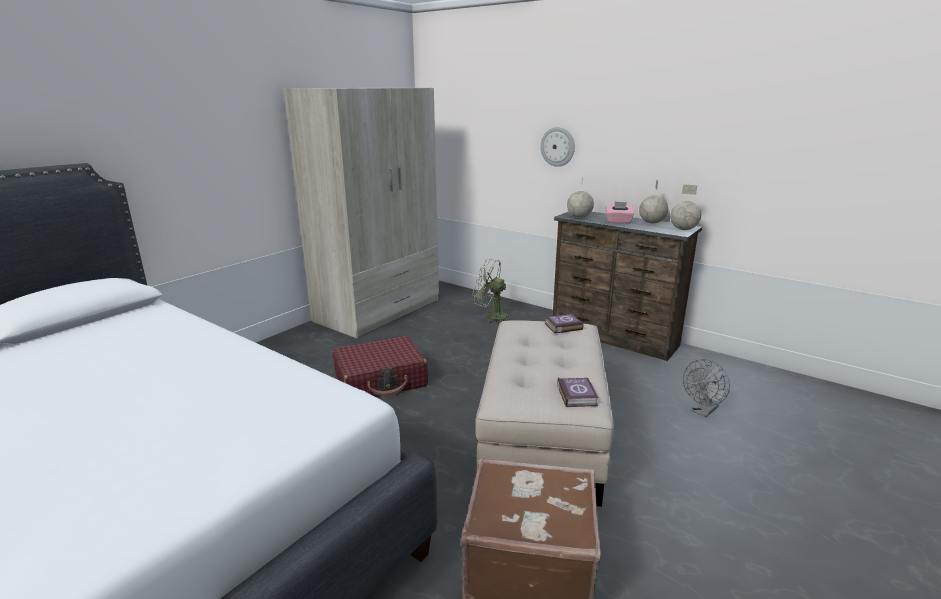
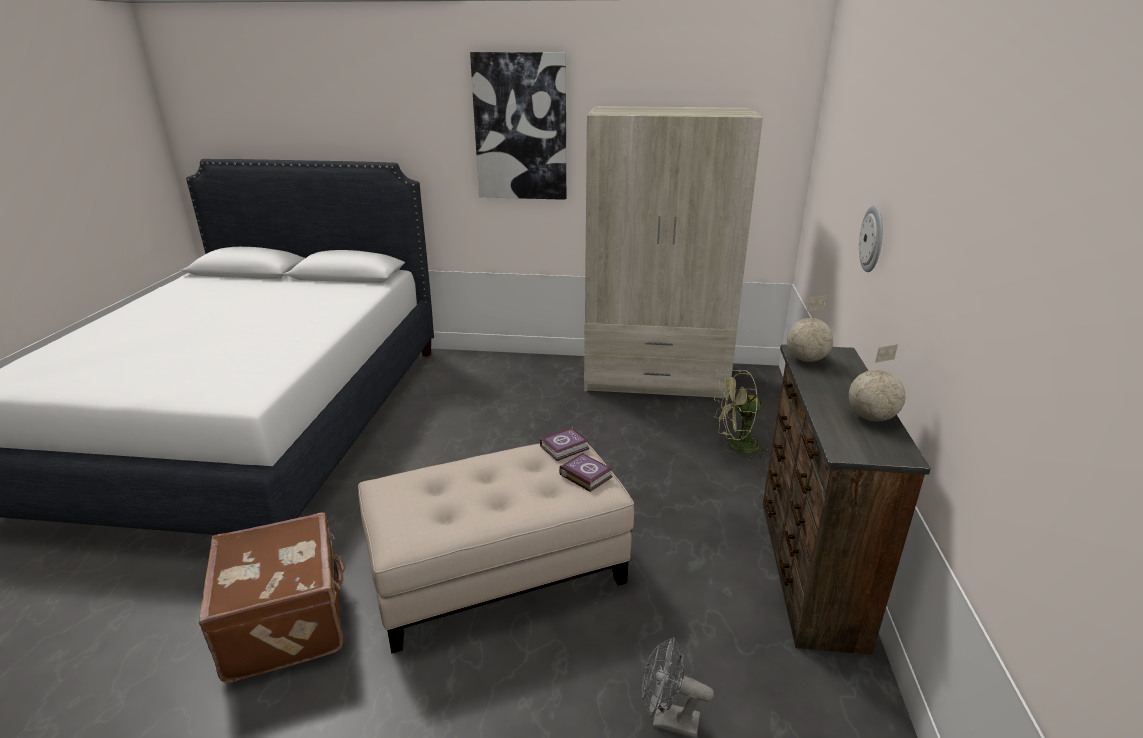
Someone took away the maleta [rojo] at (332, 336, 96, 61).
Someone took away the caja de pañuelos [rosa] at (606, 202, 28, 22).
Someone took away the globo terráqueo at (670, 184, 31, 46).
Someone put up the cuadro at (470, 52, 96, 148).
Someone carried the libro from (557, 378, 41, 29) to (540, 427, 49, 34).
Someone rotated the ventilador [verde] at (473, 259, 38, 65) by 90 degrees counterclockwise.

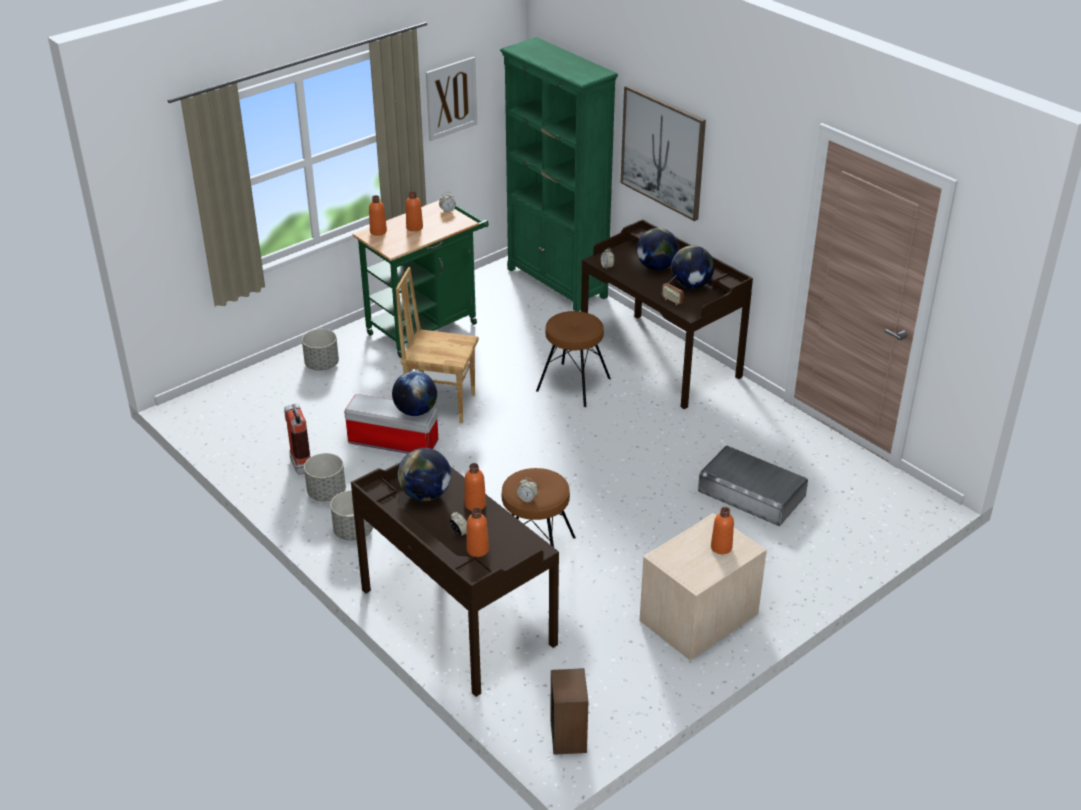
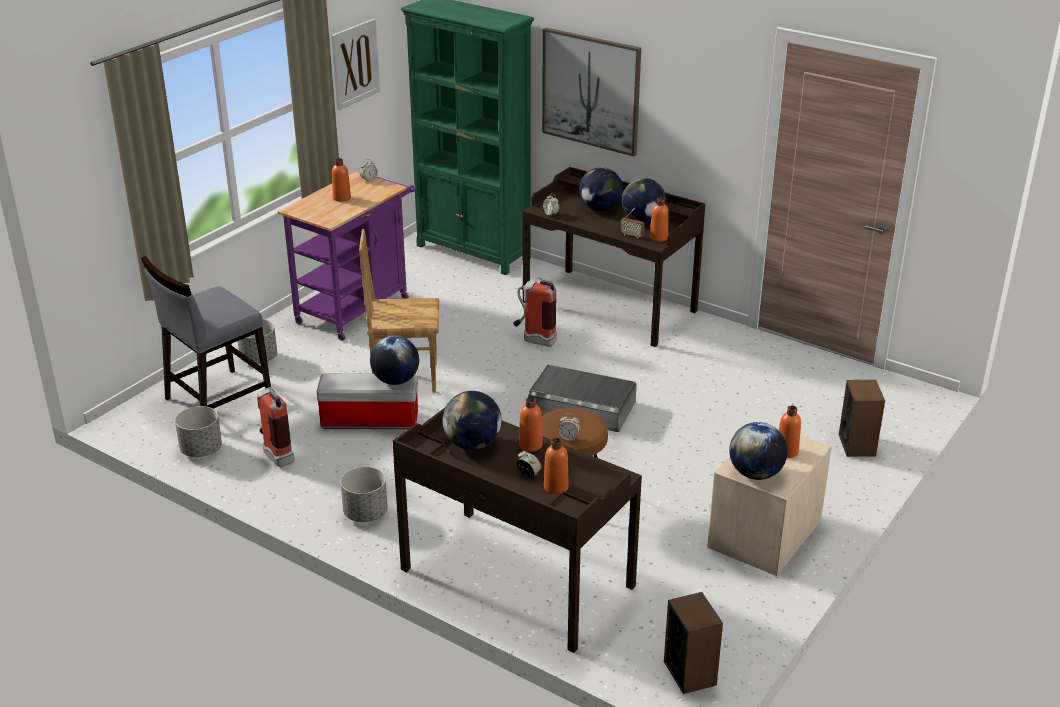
Someone put down the silla [gris] at (141, 256, 130, 153).
Someone put down the globo terráqueo at (729, 422, 59, 58).
Someone put down the altavoz at (839, 380, 46, 77).
Someone carried the maceta [gris] from (304, 453, 42, 48) to (175, 406, 47, 51).
Someone carried the botella [naranja] from (369, 195, 18, 41) to (650, 198, 19, 44).
Someone carried the caja de almacenaje [gris] from (698, 446, 110, 80) to (528, 365, 109, 67).
Someone swapped the taburete [marrón] at (536, 311, 75, 96) for the extintor at (513, 277, 44, 70).
Someone repainted the carrito [verde] at (353, 200, 135, 158), which became the carrito [morado] at (278, 172, 137, 169).

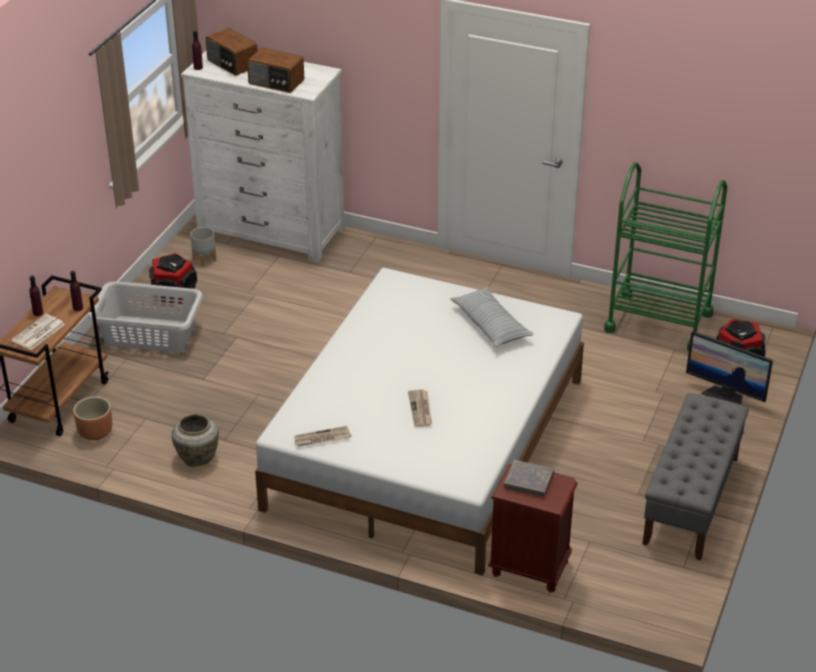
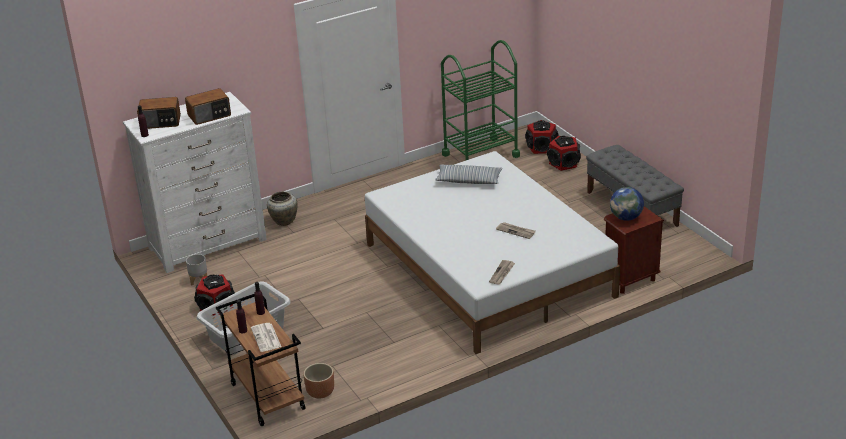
Someone carried the florero [beis] from (172, 414, 47, 53) to (267, 191, 30, 35).
Someone swapped the libro [gris] at (504, 460, 50, 37) for the globo terráqueo at (610, 187, 34, 34).
Someone swapped the monitor at (686, 332, 87, 73) for the altavoz at (547, 136, 34, 35).

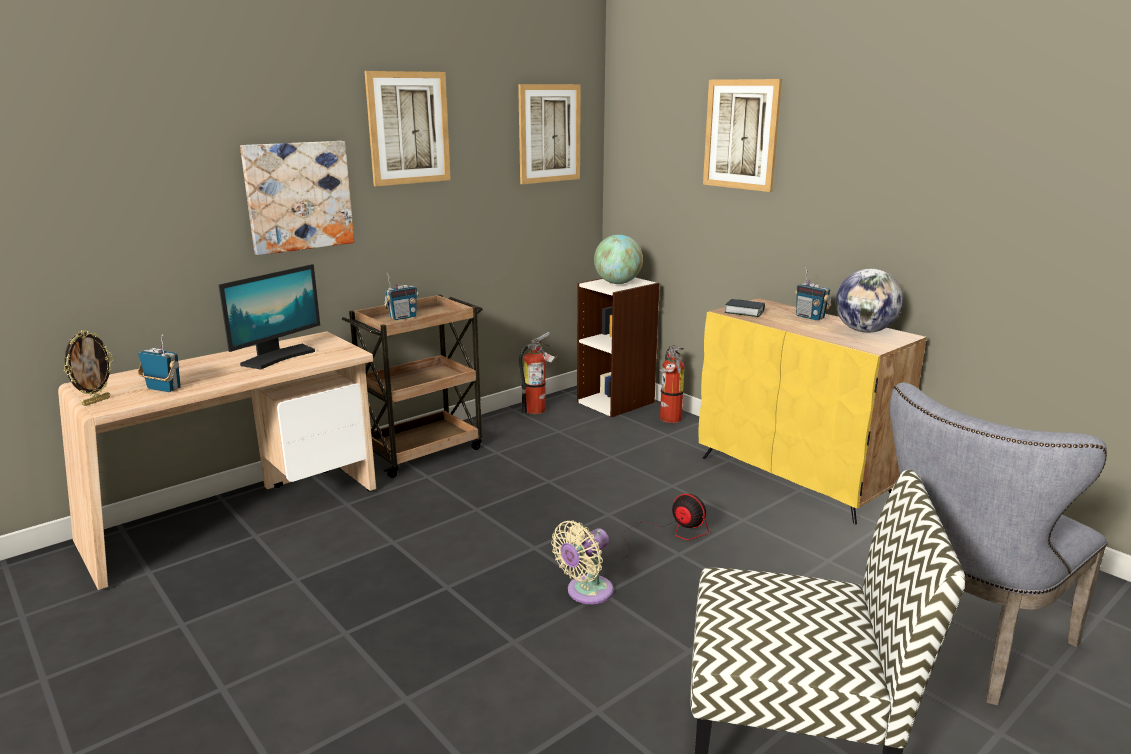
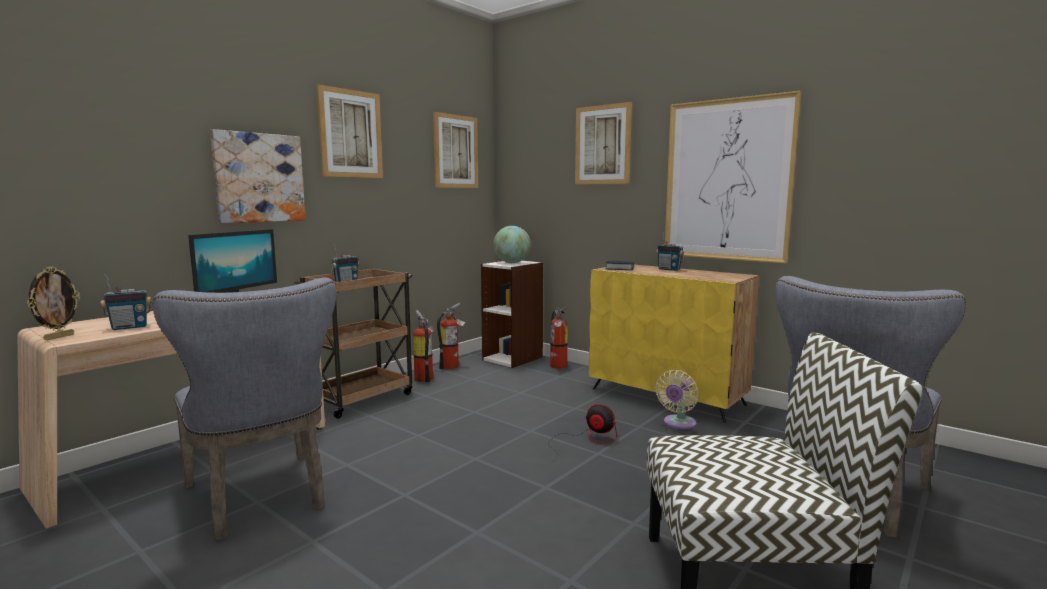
Someone took away the globo terráqueo at (835, 269, 69, 64).
Someone put down the silla [gris] at (152, 278, 184, 262).
Someone put down the extintor at (413, 310, 22, 72).
Someone put up the cuadro at (665, 91, 137, 173).
Someone carried the ventilador [beis] from (551, 520, 63, 84) to (655, 370, 44, 59).
Someone rotated the radio at (137, 334, 44, 58) by 135 degrees clockwise.

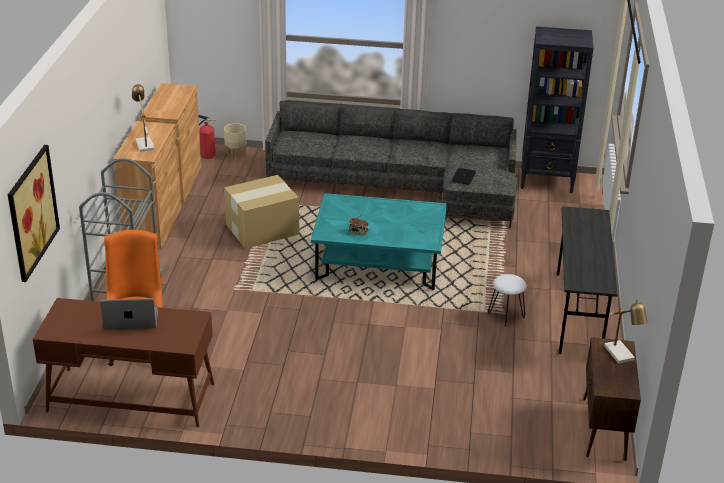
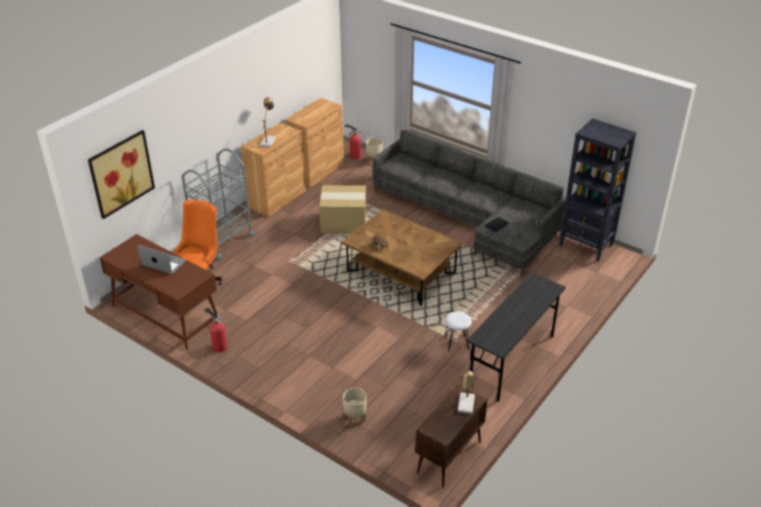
Someone put down the extintor at (204, 308, 24, 45).
Someone put down the maceta [beis] at (343, 388, 24, 39).
Someone repainted the mesa de centro [turquesa] at (310, 193, 137, 97), which became the mesa de centro [marrón] at (341, 209, 121, 97).

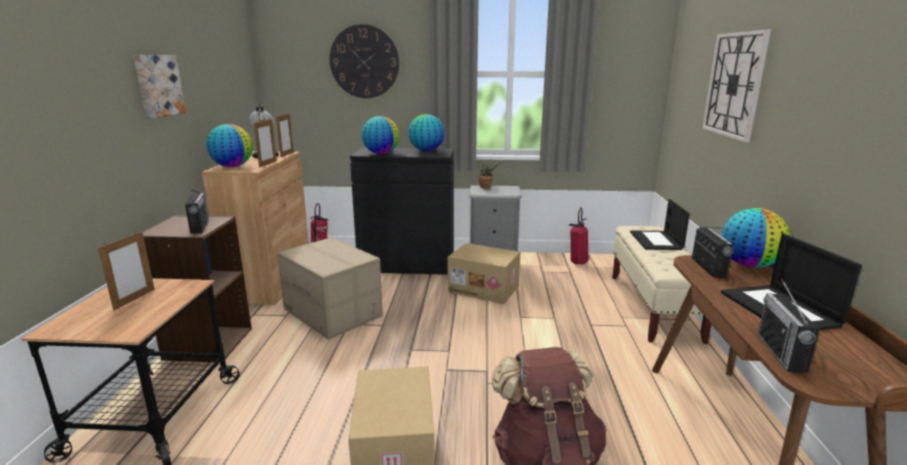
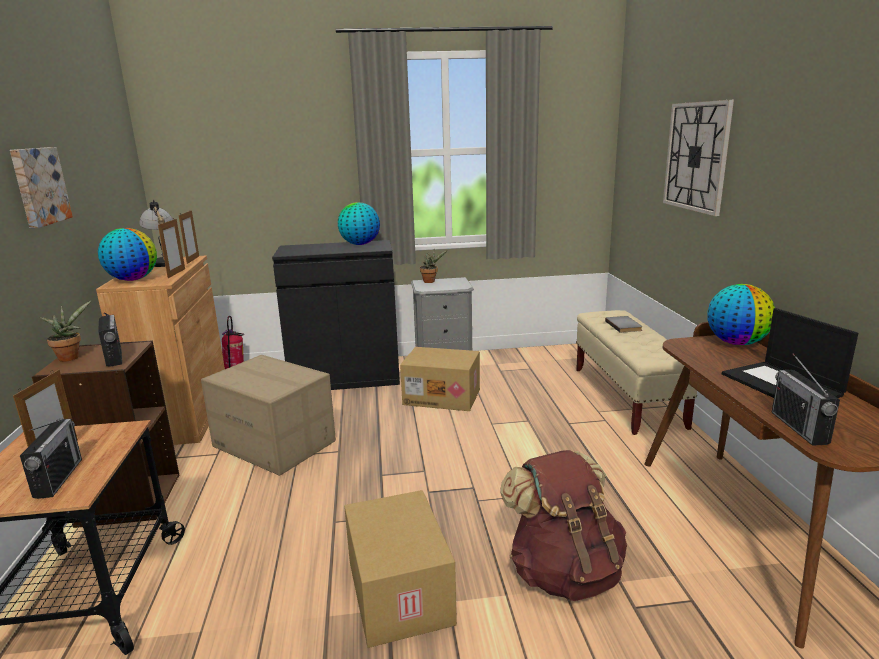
Someone took away the reloj de pared at (330, 24, 69, 74).
Someone took away the globo terráqueo at (362, 116, 37, 38).
Someone took away the extintor at (569, 208, 20, 57).
Someone put down the planta en maceta at (39, 301, 52, 61).
Someone carried the radio from (692, 226, 41, 52) to (20, 419, 62, 80).
Someone swapped the portátil at (630, 199, 60, 51) for the libro [gris] at (605, 316, 38, 17).

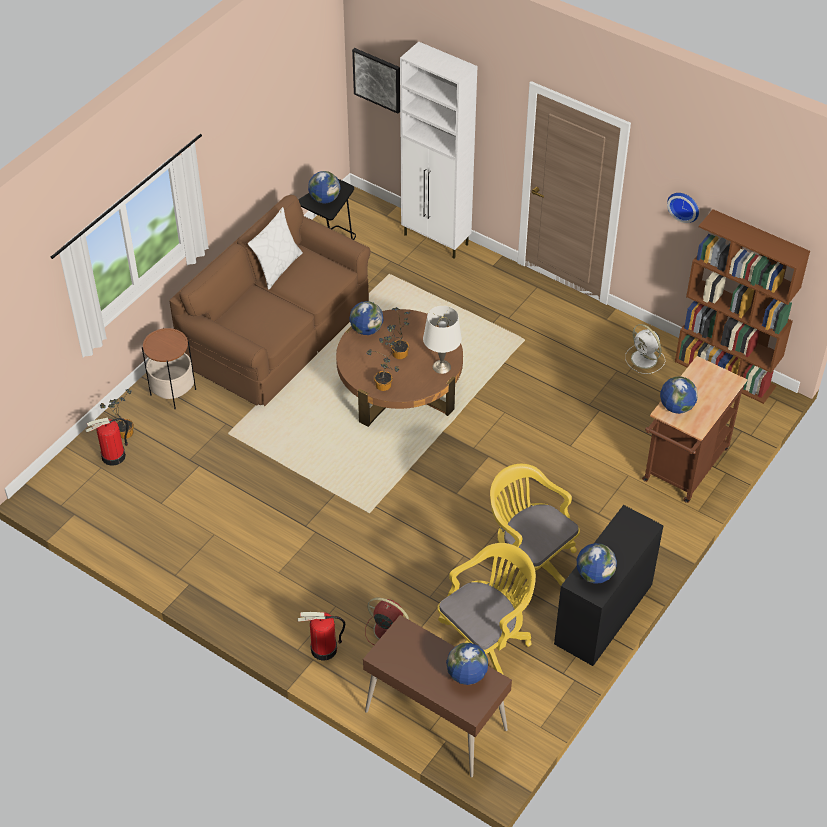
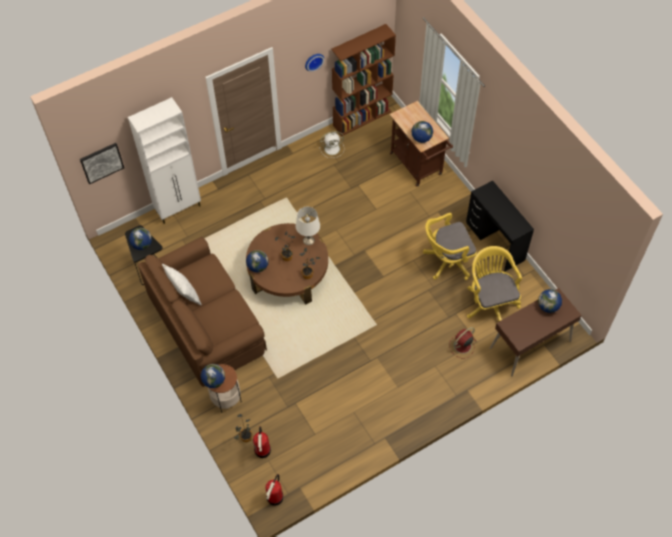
Someone carried the extintor from (298, 612, 47, 49) to (265, 474, 18, 32).
Someone carried the globo terráqueo from (577, 543, 40, 41) to (201, 364, 24, 24).

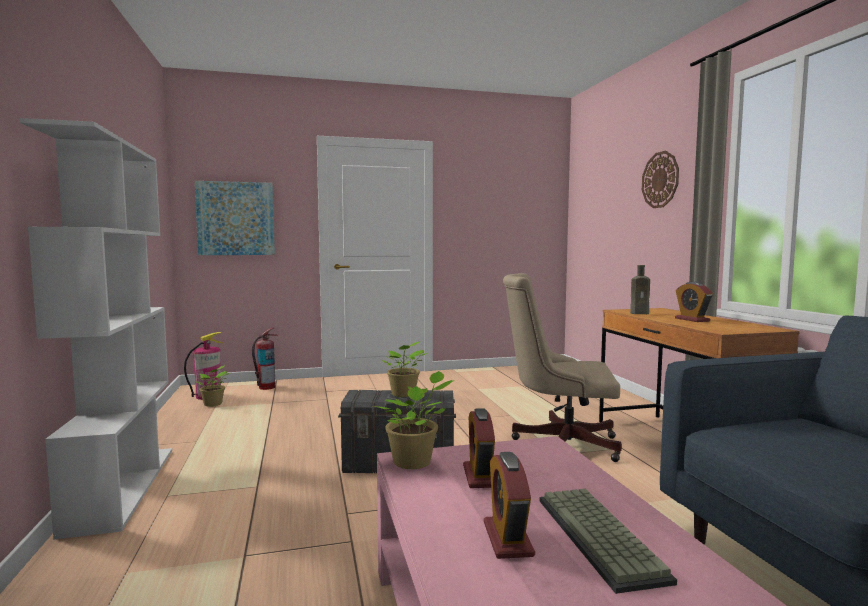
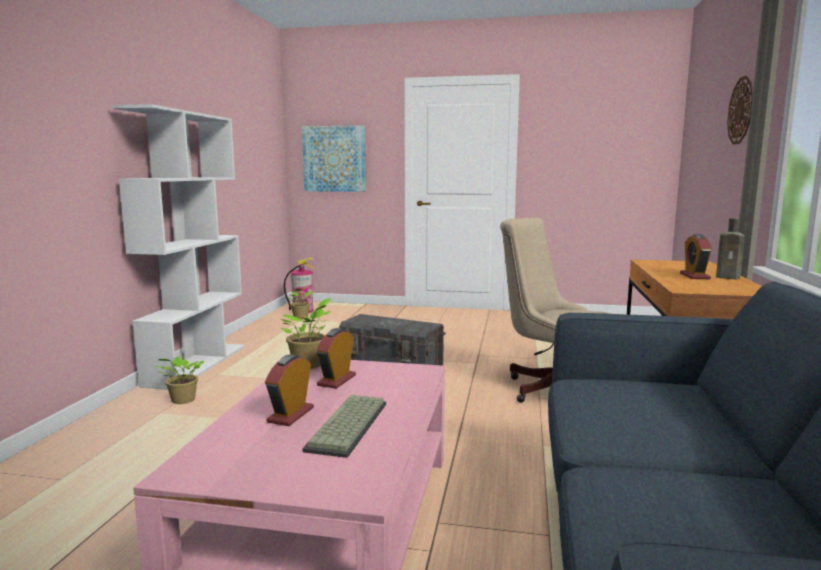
Someone took away the extintor at (252, 327, 26, 63).
Someone carried the planta en maceta from (382, 342, 45, 55) to (154, 355, 50, 49).
Someone carried the botella [marrón] from (630, 265, 20, 49) to (716, 218, 29, 61).

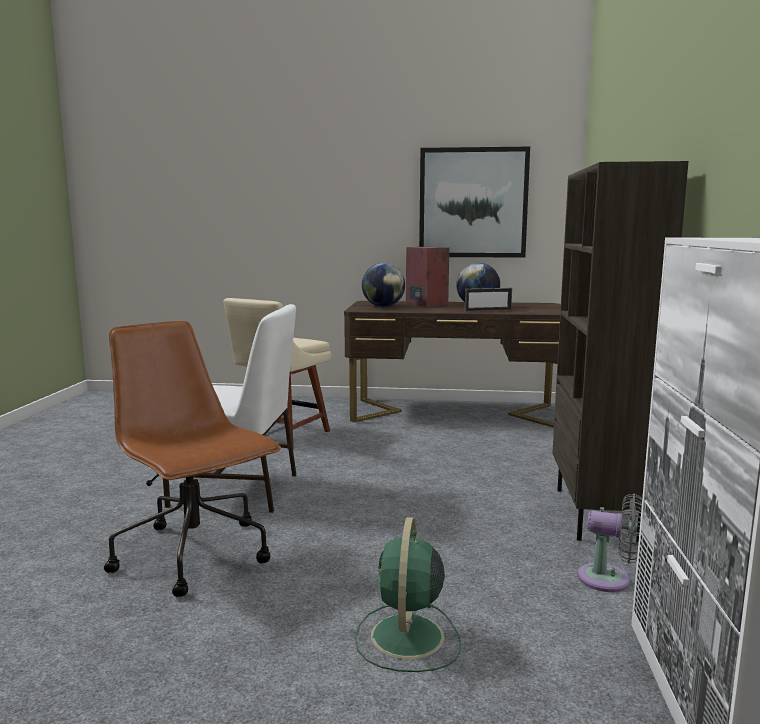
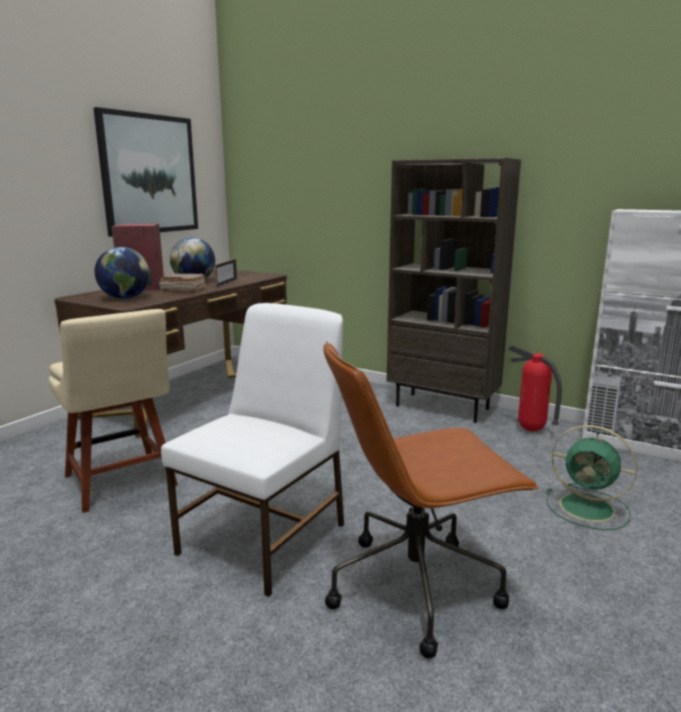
Someone put down the libro [marrón] at (159, 273, 47, 18).
Someone swapped the ventilador [gris] at (578, 494, 64, 98) for the extintor at (508, 345, 54, 86).

